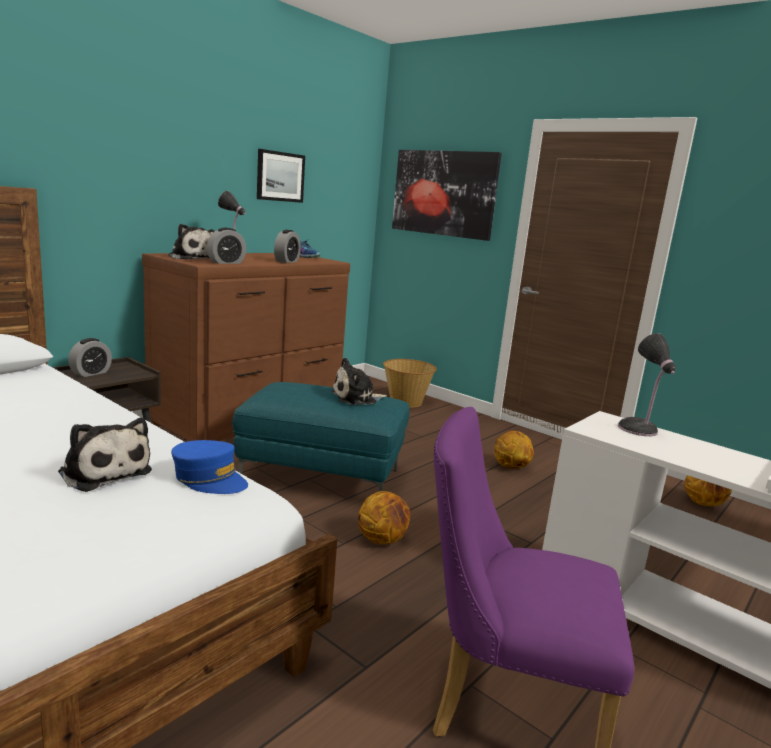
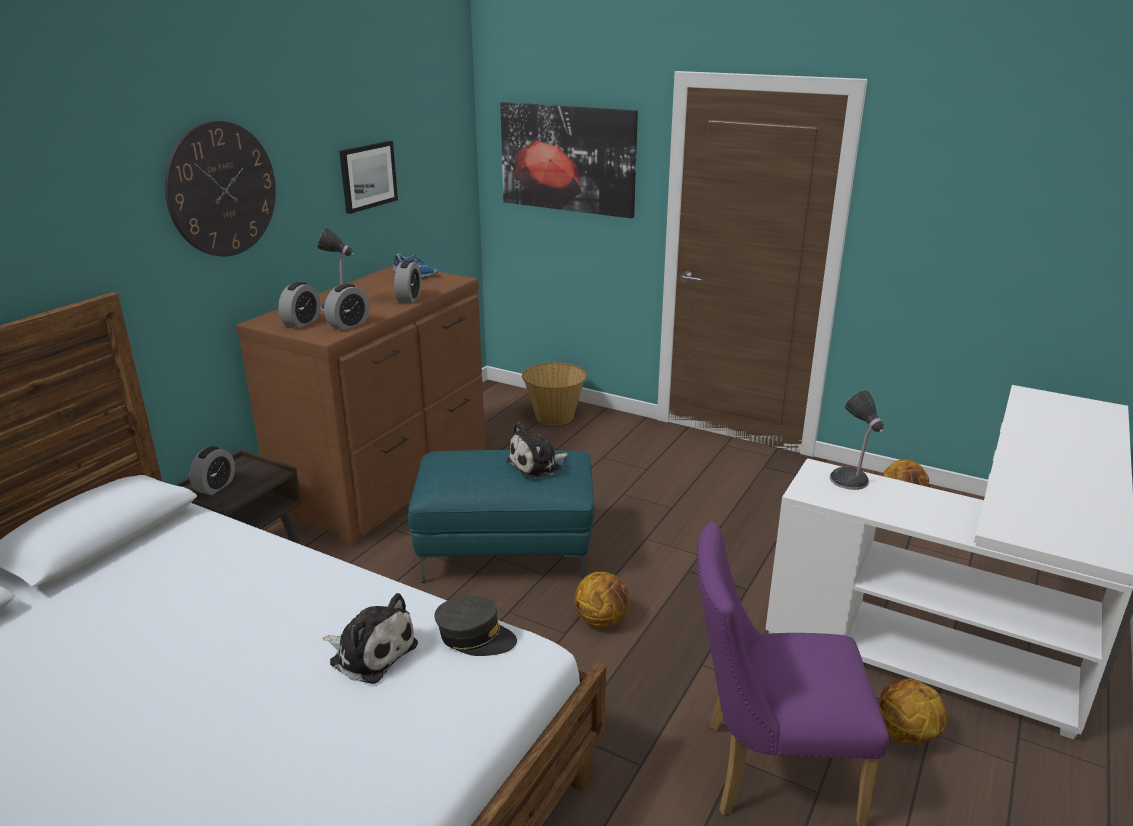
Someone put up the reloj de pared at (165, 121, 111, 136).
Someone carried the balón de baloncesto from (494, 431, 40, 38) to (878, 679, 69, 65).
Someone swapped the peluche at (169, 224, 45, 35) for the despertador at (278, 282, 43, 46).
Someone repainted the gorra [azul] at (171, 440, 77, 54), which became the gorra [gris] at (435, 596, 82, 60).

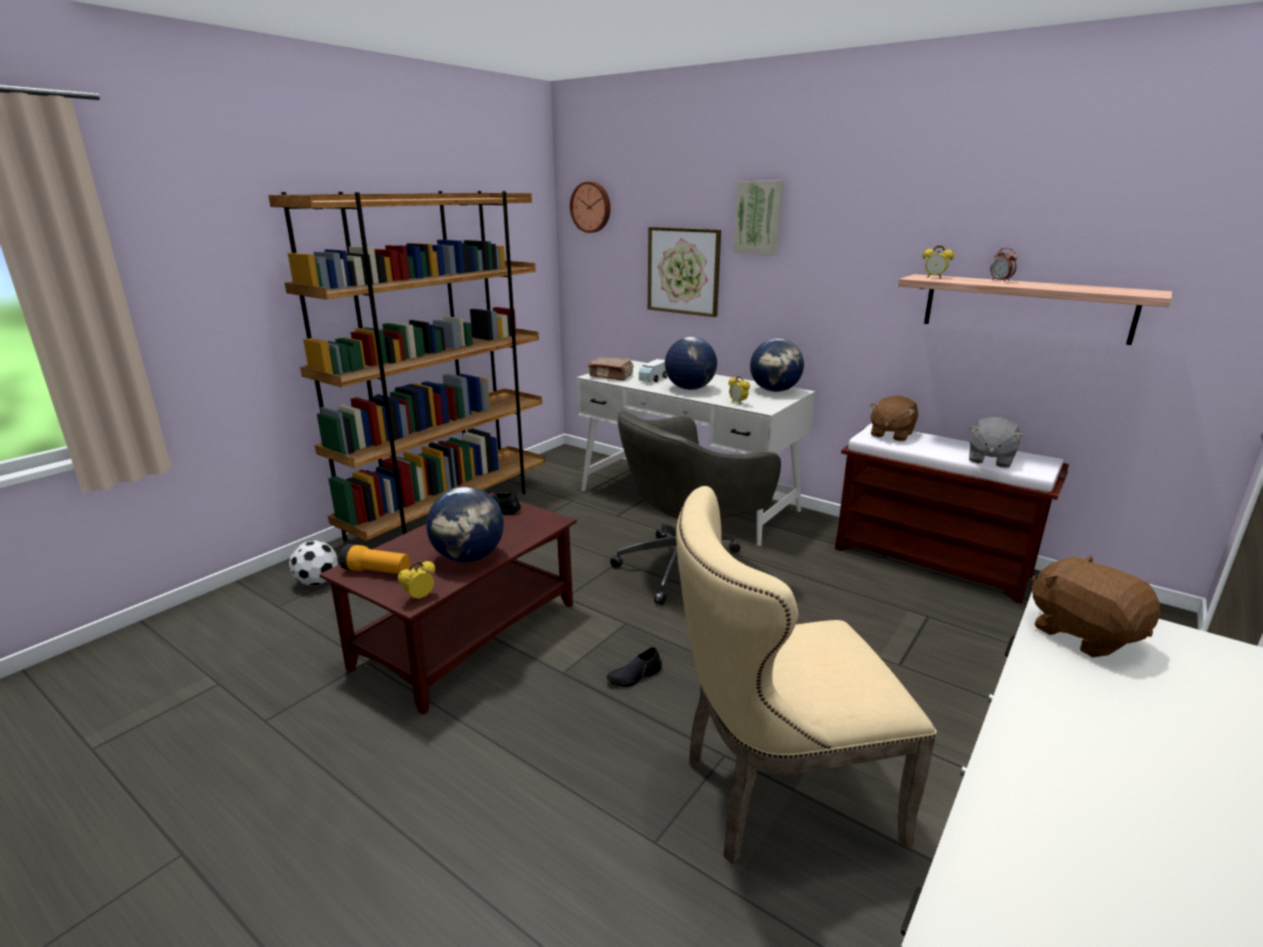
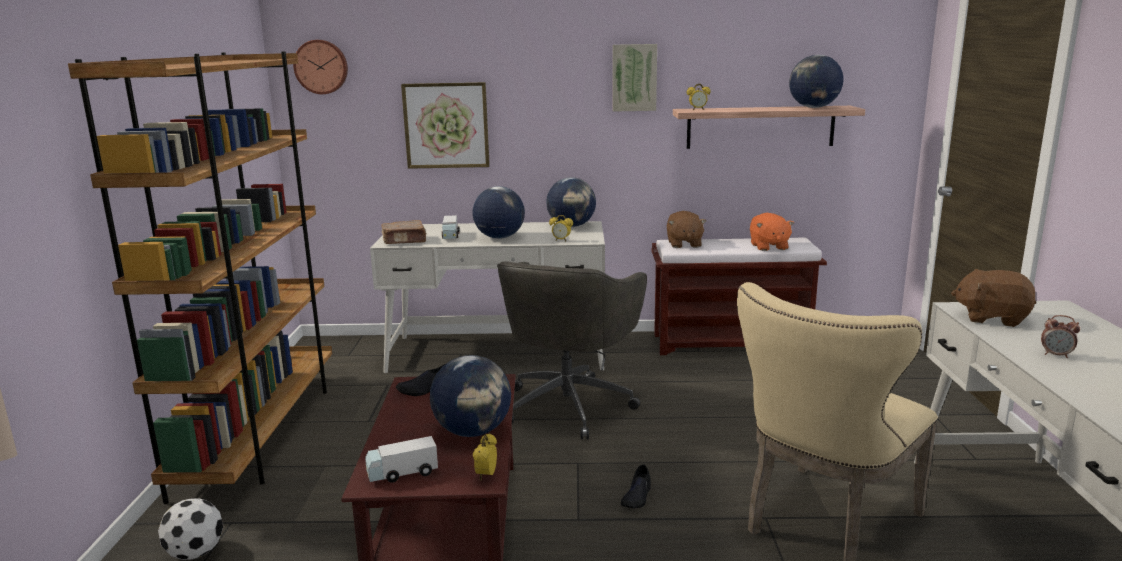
Someone put down the globo terráqueo at (789, 55, 54, 53).
Someone carried the cuadro from (734, 181, 49, 74) to (613, 44, 44, 68).
Someone carried the despertador from (990, 248, 27, 34) to (1041, 315, 39, 43).
Someone swapped the linterna at (339, 544, 71, 30) for the camión de juguete at (365, 436, 73, 47).
Someone repainted the peluche [gris] at (969, 417, 55, 51), which became the peluche [naranja] at (750, 213, 44, 38).

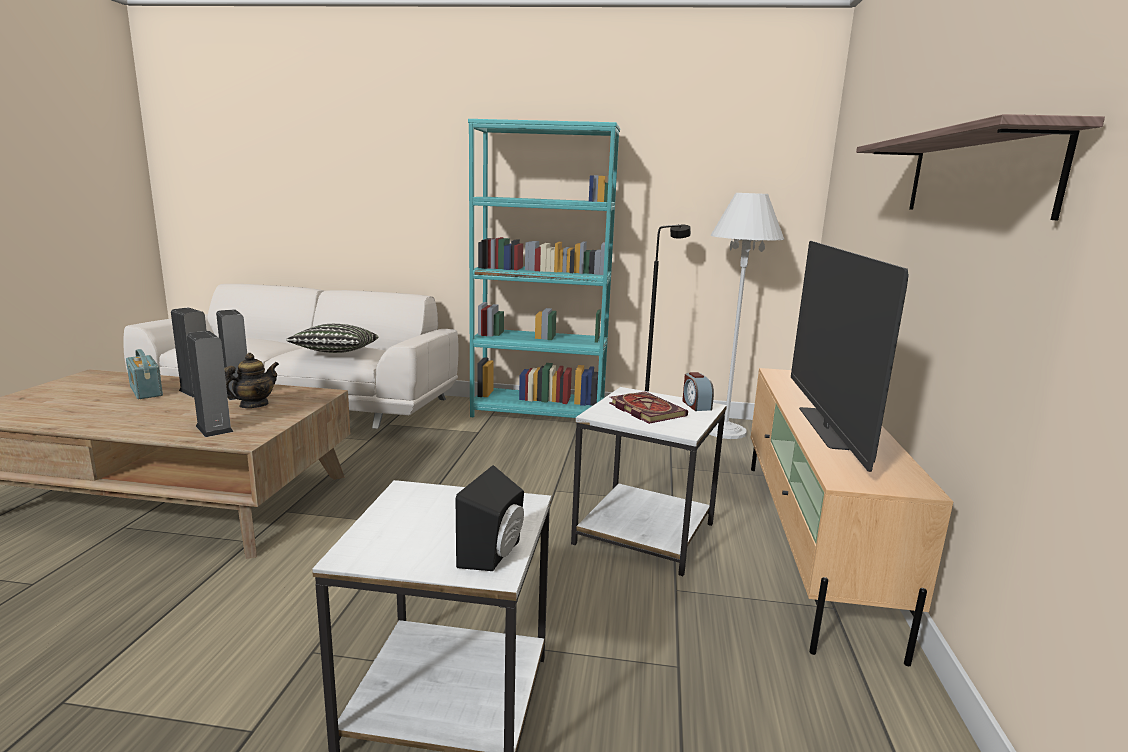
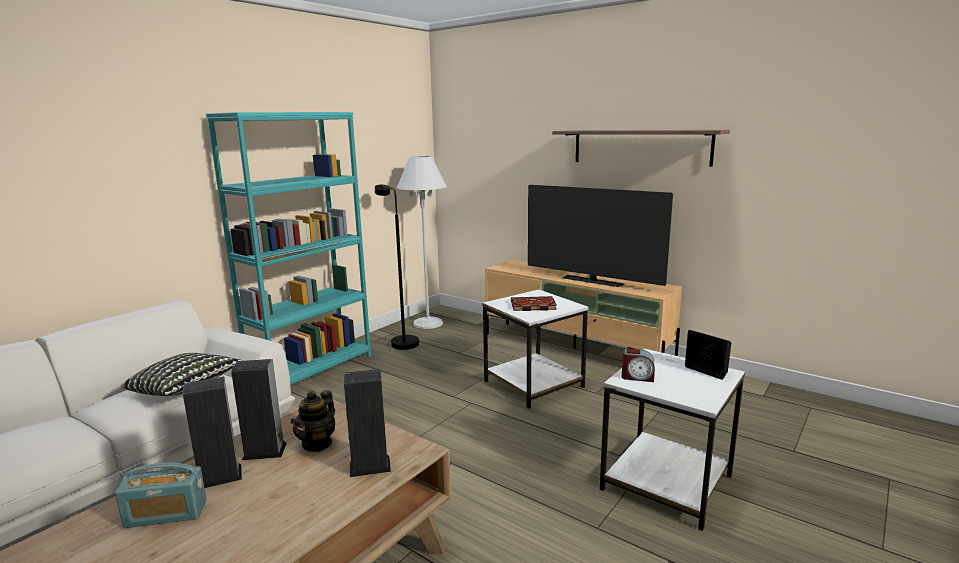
Someone carried the despertador from (682, 372, 32, 39) to (622, 348, 33, 34).
Someone rotated the tetera at (224, 353, 55, 55) by 135 degrees counterclockwise.

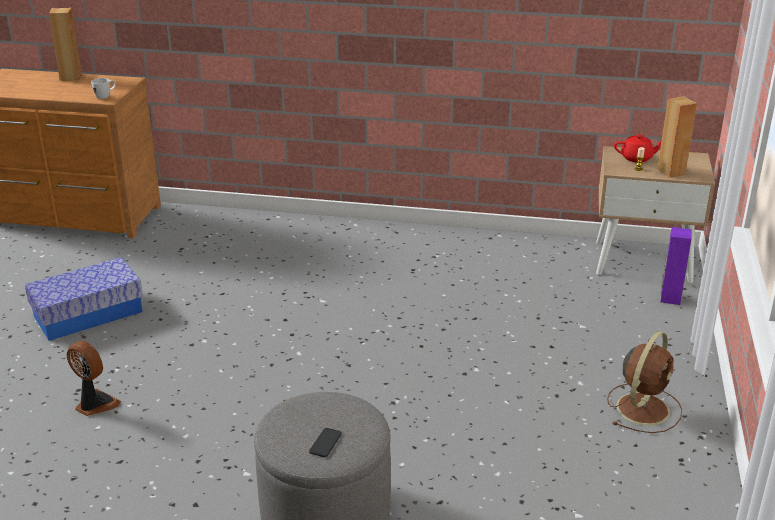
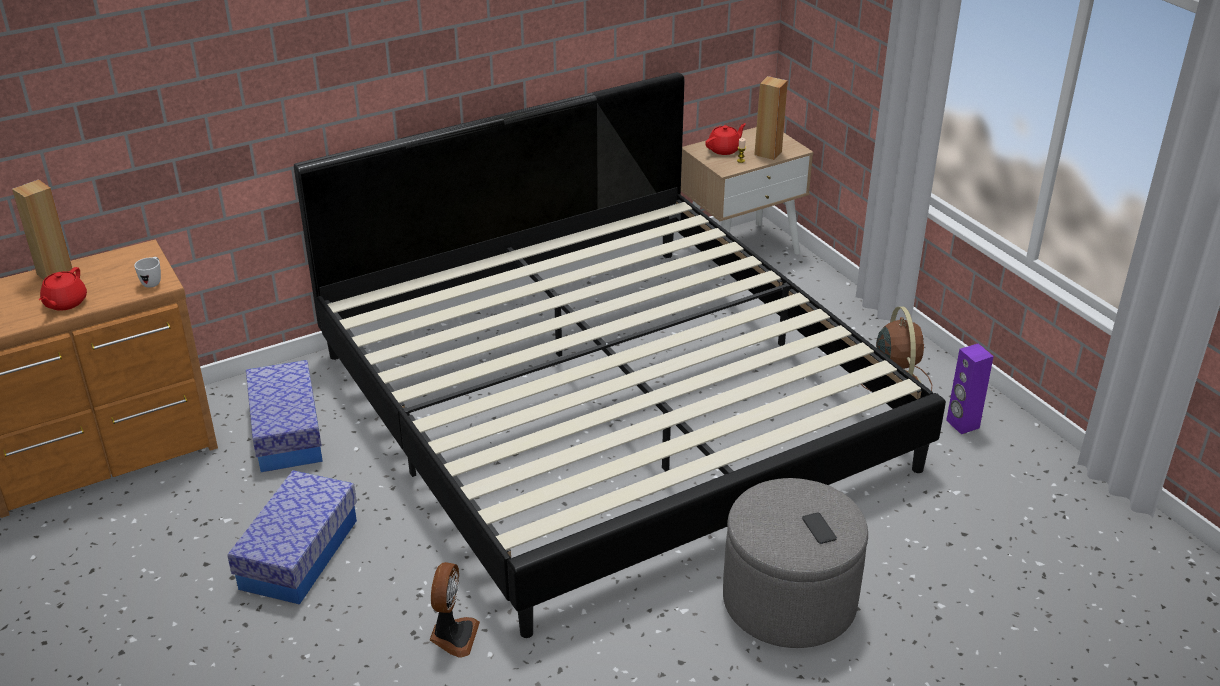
Someone put down the tetera [rojo] at (39, 267, 48, 44).
Someone put down the caja de almacenaje at (246, 360, 77, 112).
Someone put down the cama at (294, 72, 652, 566).
Someone carried the altavoz [morado] from (661, 227, 31, 78) to (946, 344, 48, 90).
Someone rotated the ventilador at (67, 341, 54, 75) by 105 degrees clockwise.

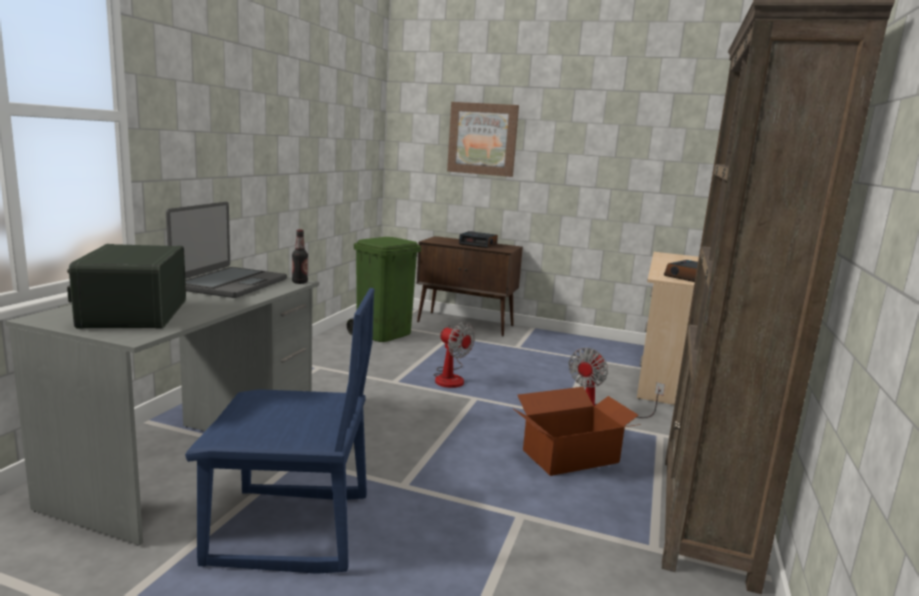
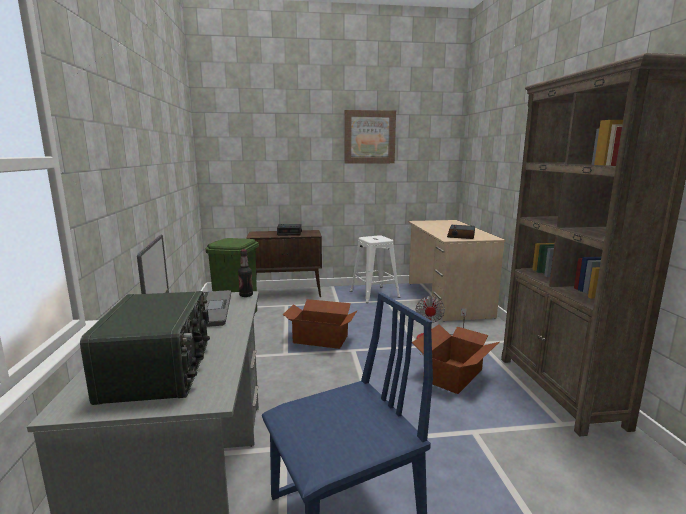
Someone put down the taburete [blanco] at (350, 235, 51, 68).
Someone carried the cuadro from (447, 102, 72, 75) to (345, 110, 51, 54).
Someone swapped the ventilador at (434, 322, 41, 66) for the caja de cartón at (283, 299, 74, 50).
Someone rotated the radio at (67, 244, 119, 85) by 150 degrees counterclockwise.

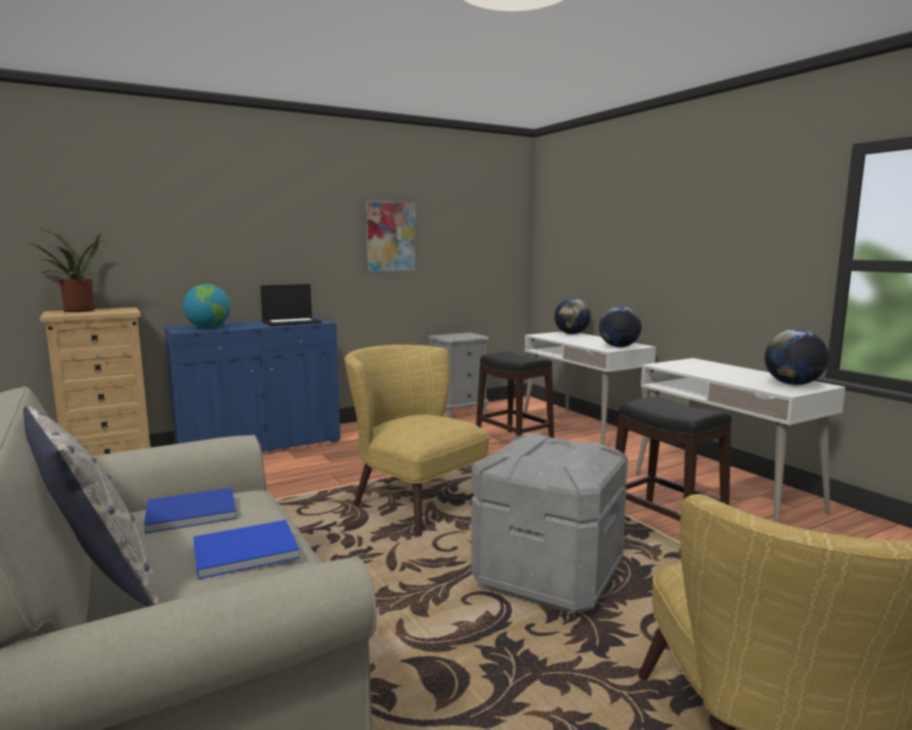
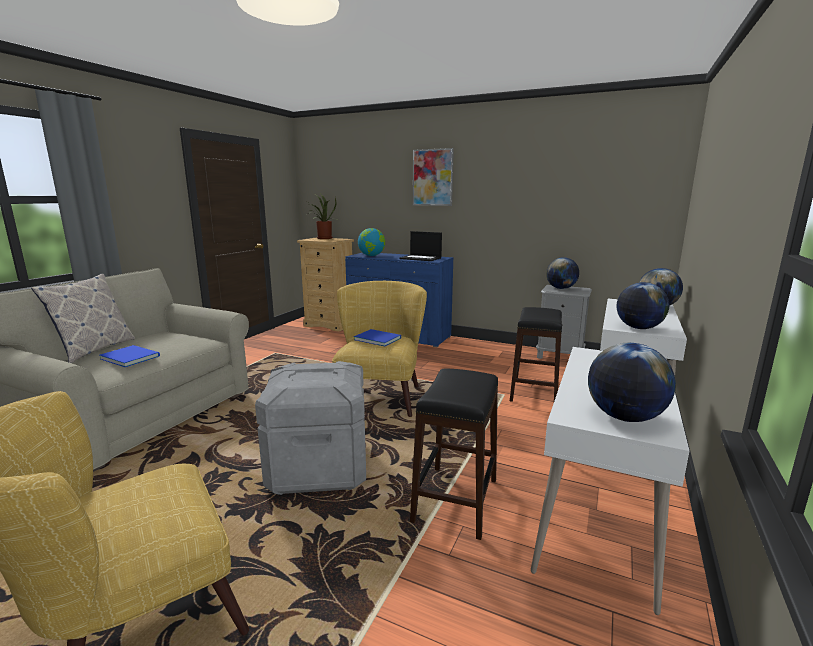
Someone put down the globo terráqueo at (546, 257, 33, 32).
Someone carried the libro [azul] from (144, 488, 93, 45) to (354, 329, 47, 17).
Someone carried the cuadro from (364, 200, 53, 73) to (413, 148, 41, 58).

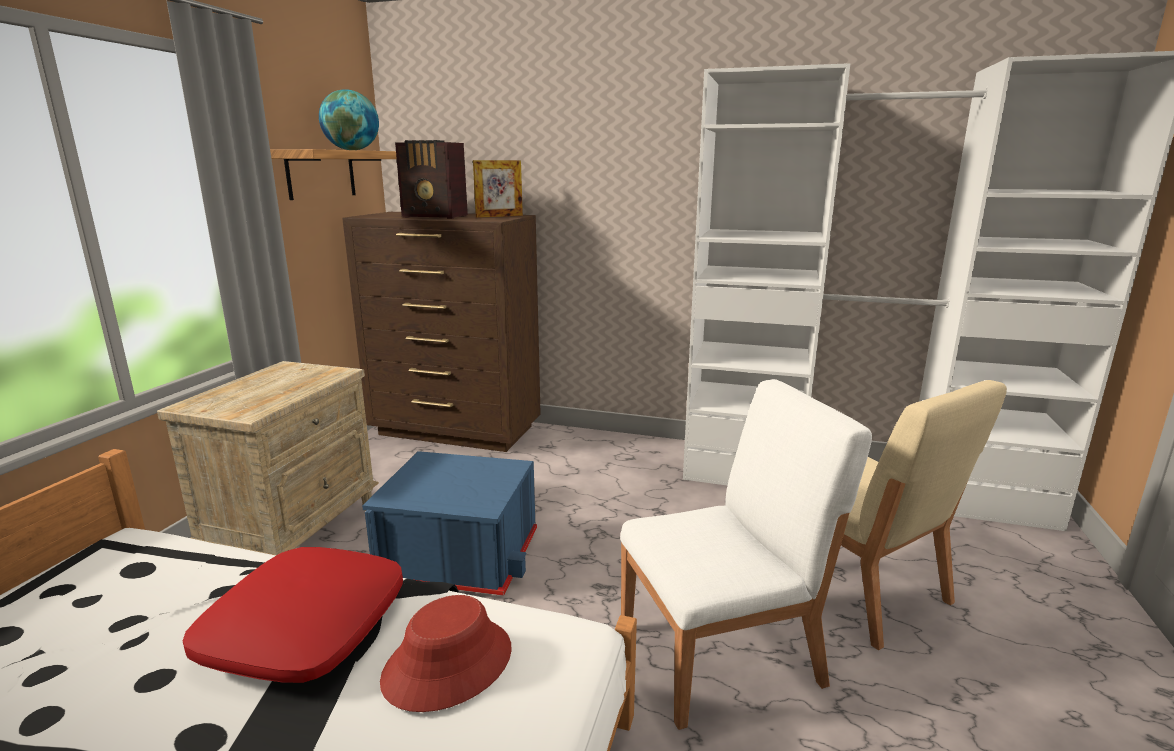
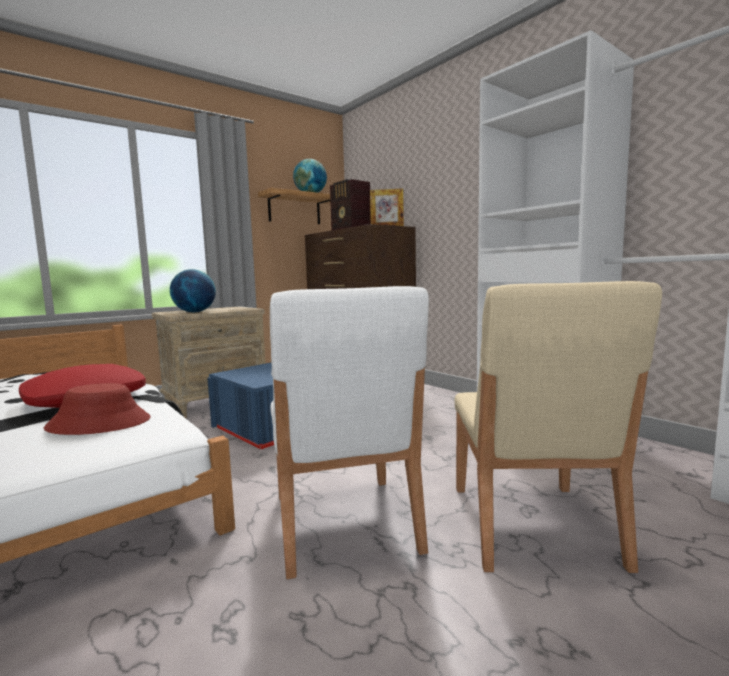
Someone put down the globo terráqueo at (170, 269, 46, 43).
Someone rotated the silla [blanco] at (620, 379, 252, 351) by 60 degrees clockwise.

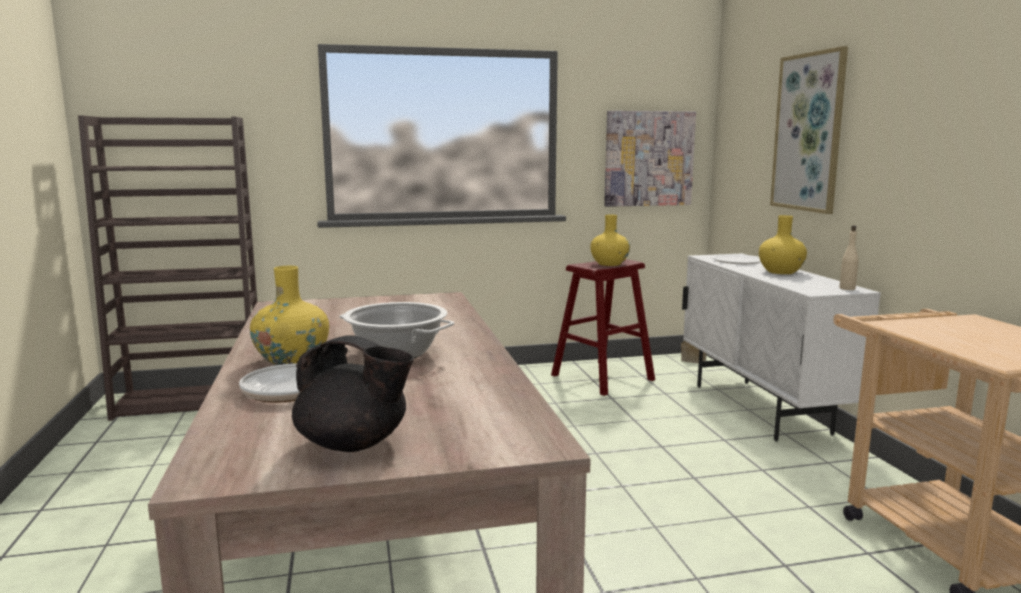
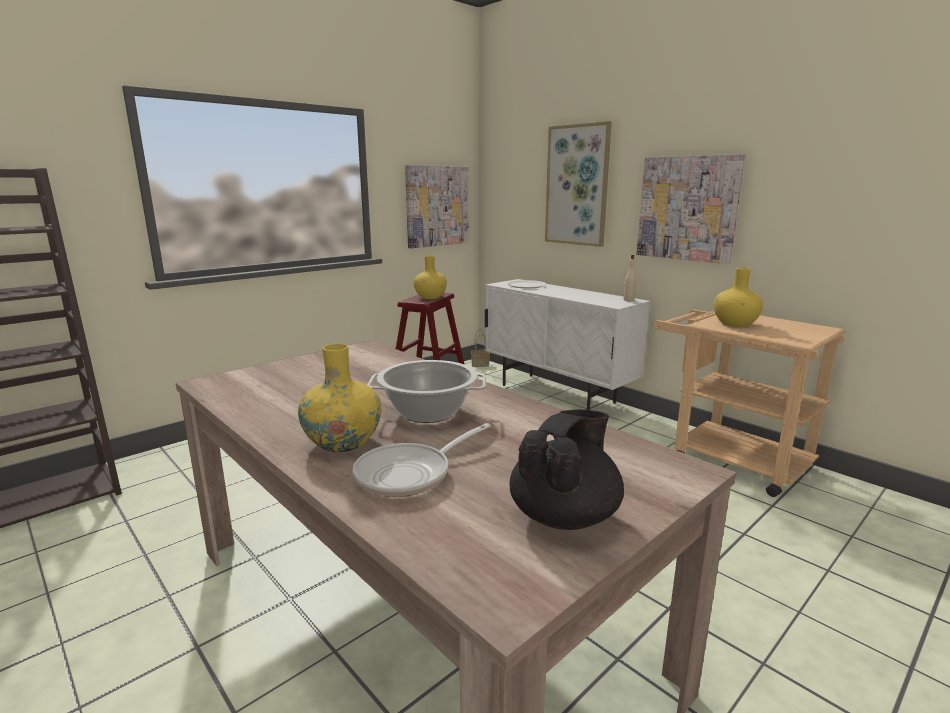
Someone put up the cuadro at (637, 154, 108, 110).
Someone carried the florero [amarillo] from (759, 215, 48, 59) to (714, 267, 49, 60).
Someone rotated the tetera [negro] at (292, 336, 122, 116) by 45 degrees counterclockwise.

